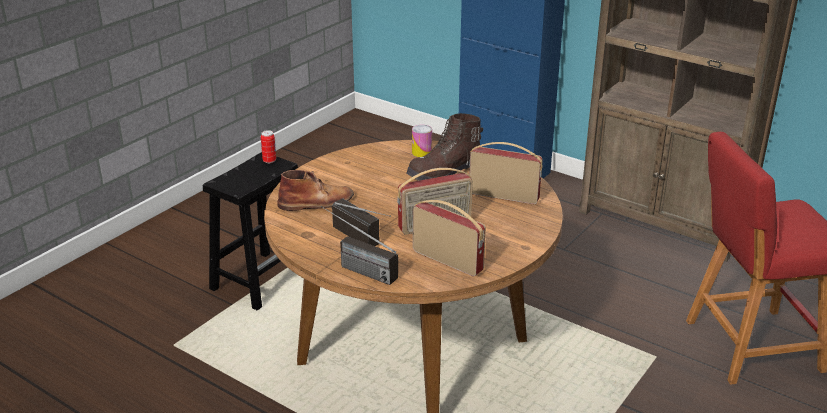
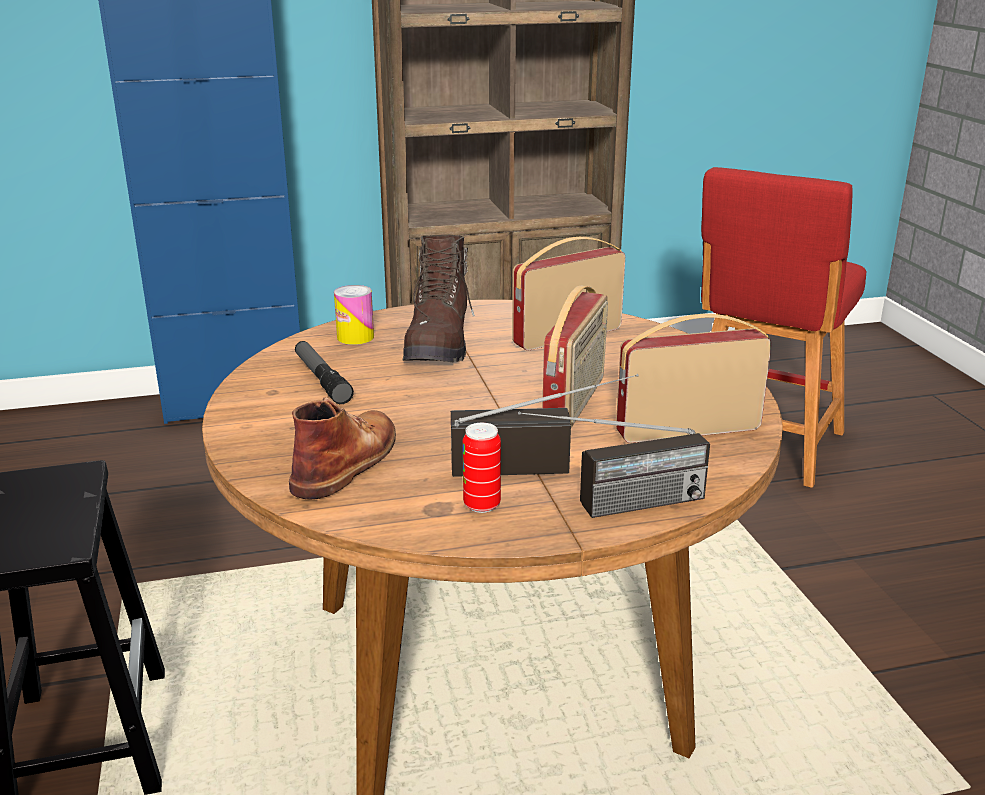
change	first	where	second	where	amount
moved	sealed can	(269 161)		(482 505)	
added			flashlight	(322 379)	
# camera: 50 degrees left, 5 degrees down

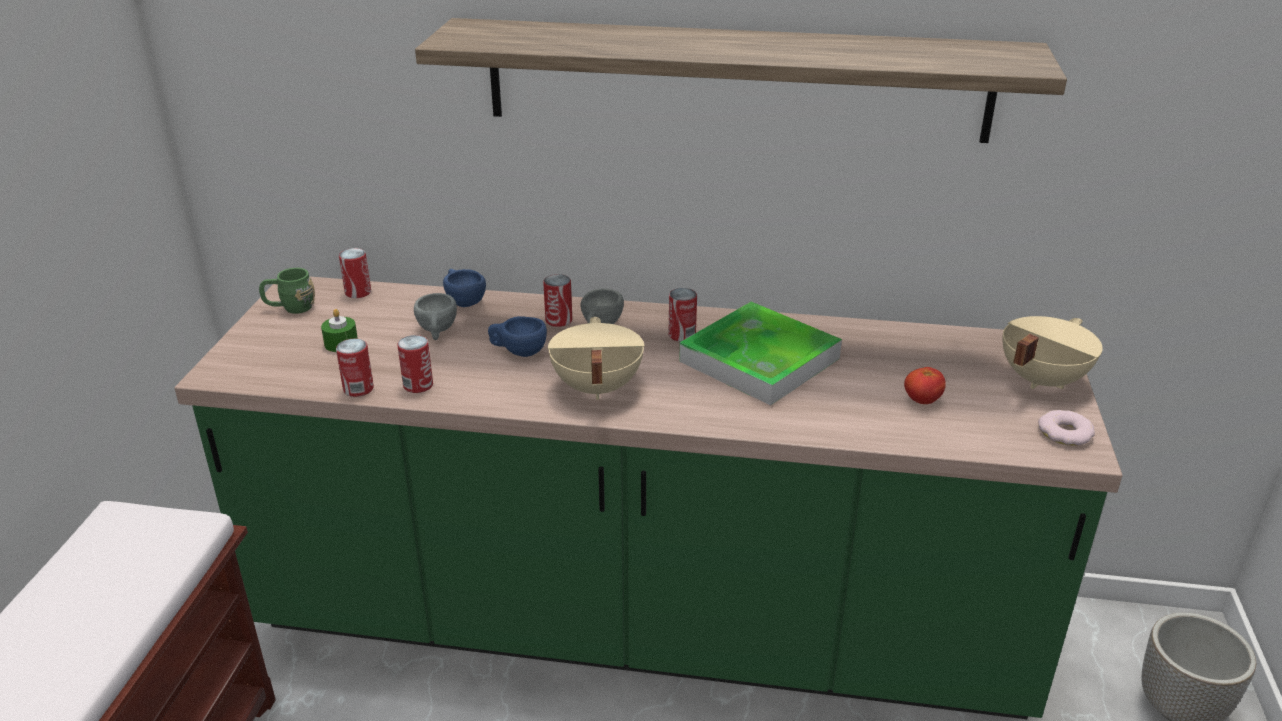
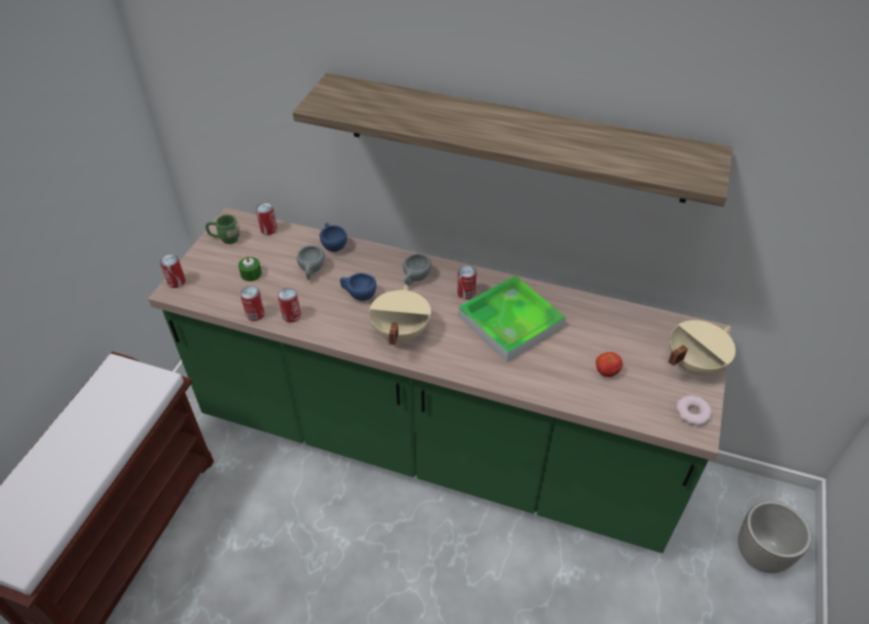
change	first	where	second	where	amount
moved	sealed can	(559 320)		(176 282)	
# camera: 10 degrees right, 15 degrees up

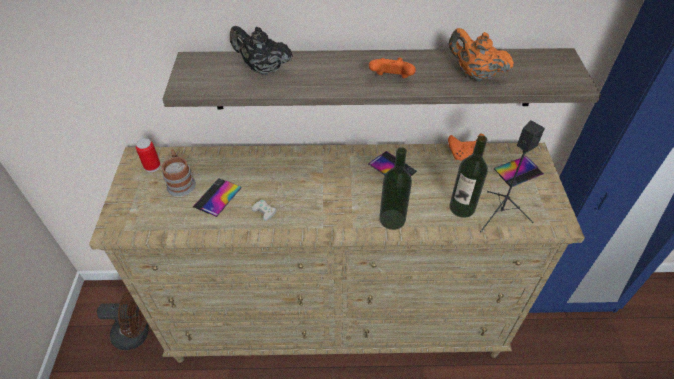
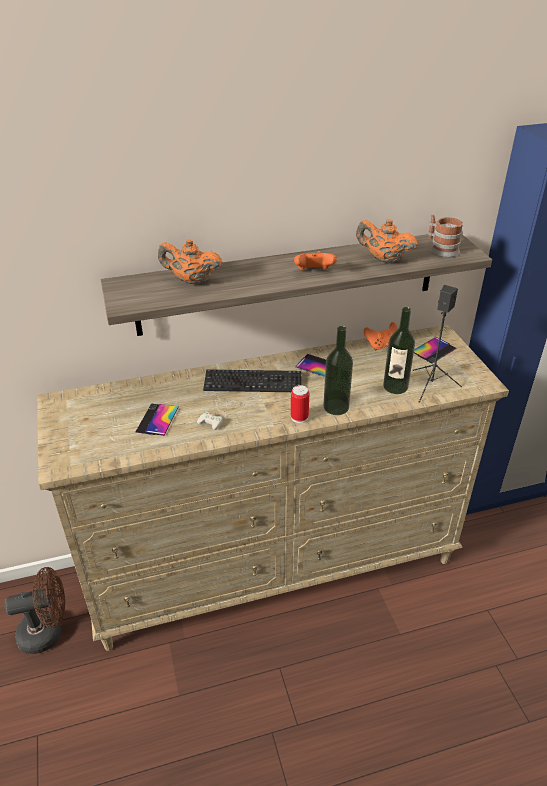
change	first	where	second	where	amount
recoloured	black-coloured teapot	(262 69)	orange teapot	(191 281)	
moved	sealed can	(152 166)		(299 417)	
moved	mug	(181 182)		(441 249)	
added			keyboard	(253 383)	
# camera: 15 degrees left, 10 degrees down

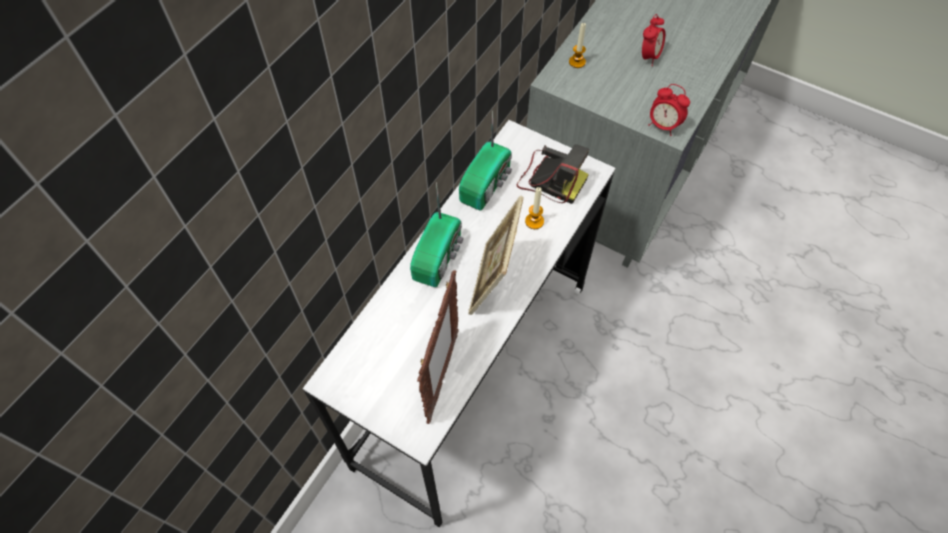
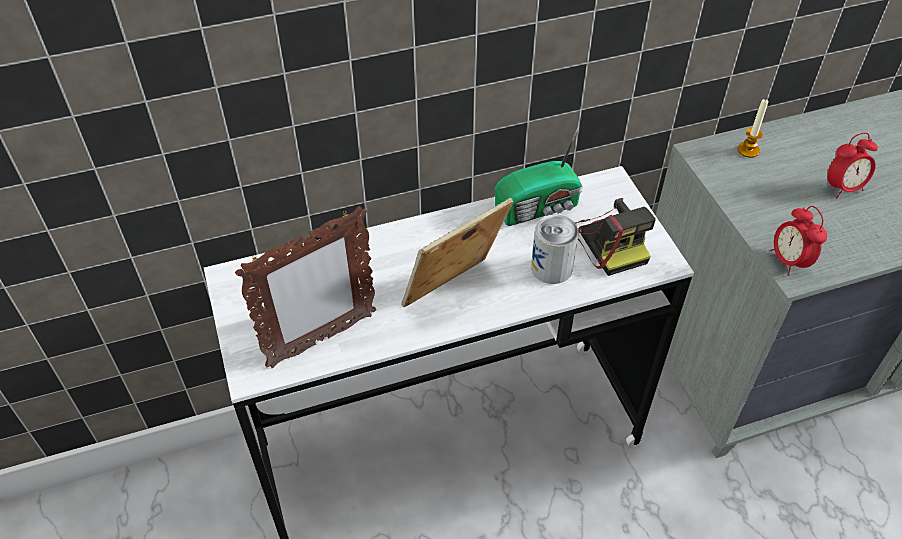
change	first	where	second	where	amount
removed	radio set	(439 256)			
replaced	candle	(534 221)	sealed can	(551 268)	
# camera: 40 degrees right, 10 degrees down

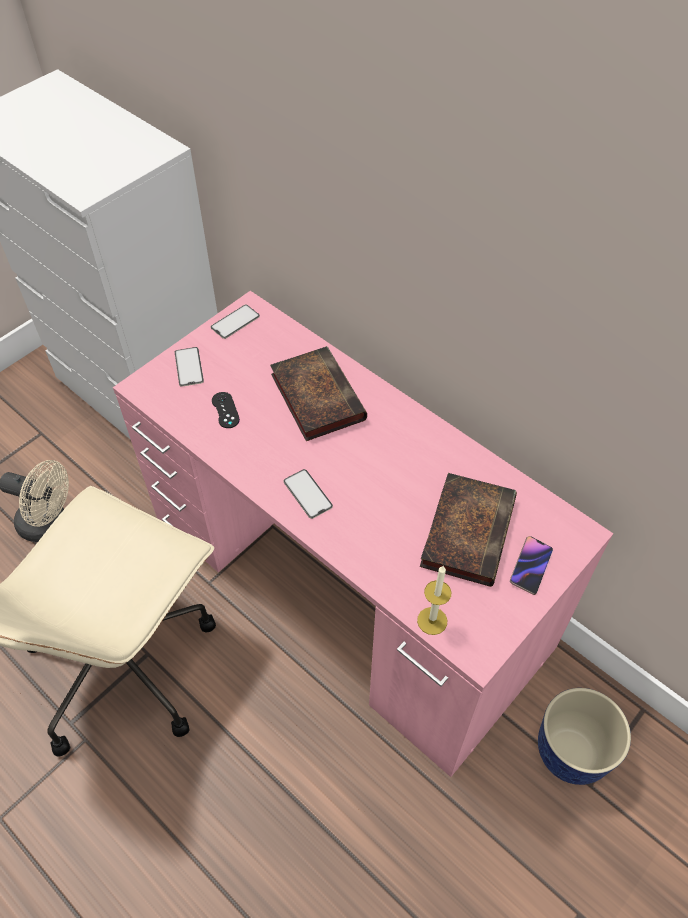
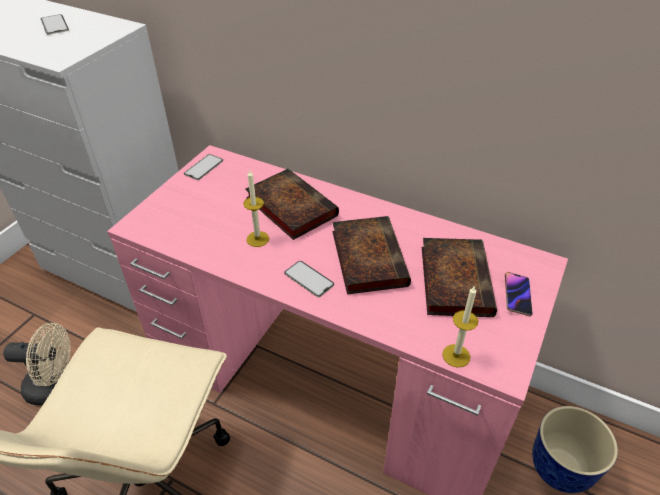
change	first	where	second	where	amount
moved	telephone	(189 367)		(54 25)	
removed	black-coloured game controller	(225 410)			
added			candle	(257 239)	
added			bound book	(367 257)	
# camera: 15 degrees left, 10 degrees down

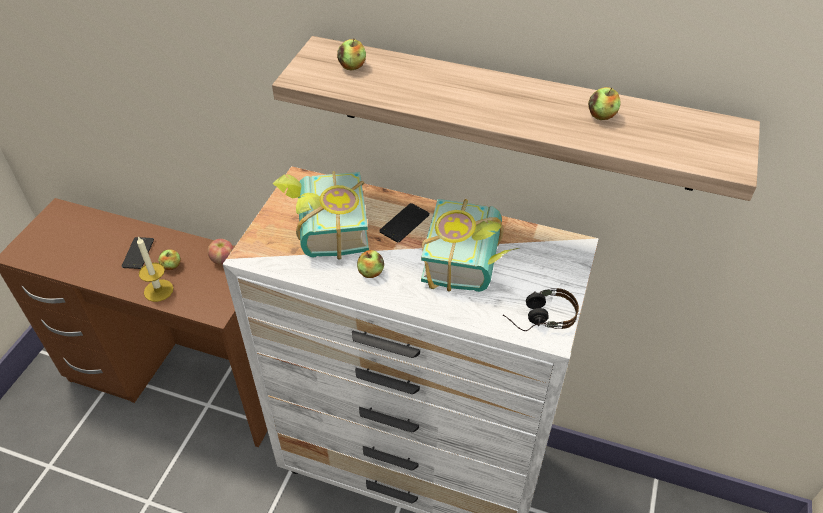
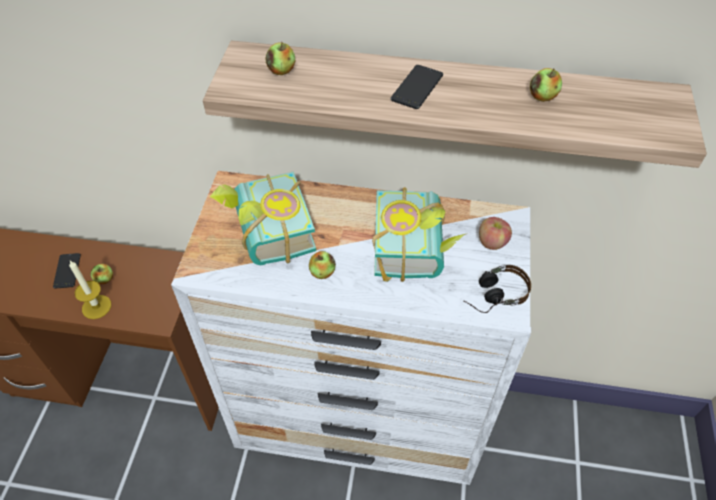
change	first	where	second	where	amount
moved	telephone	(404 223)		(417 87)	
moved	apple fruit	(223 259)		(492 242)	
# camera: 10 degrees left, 5 degrees up

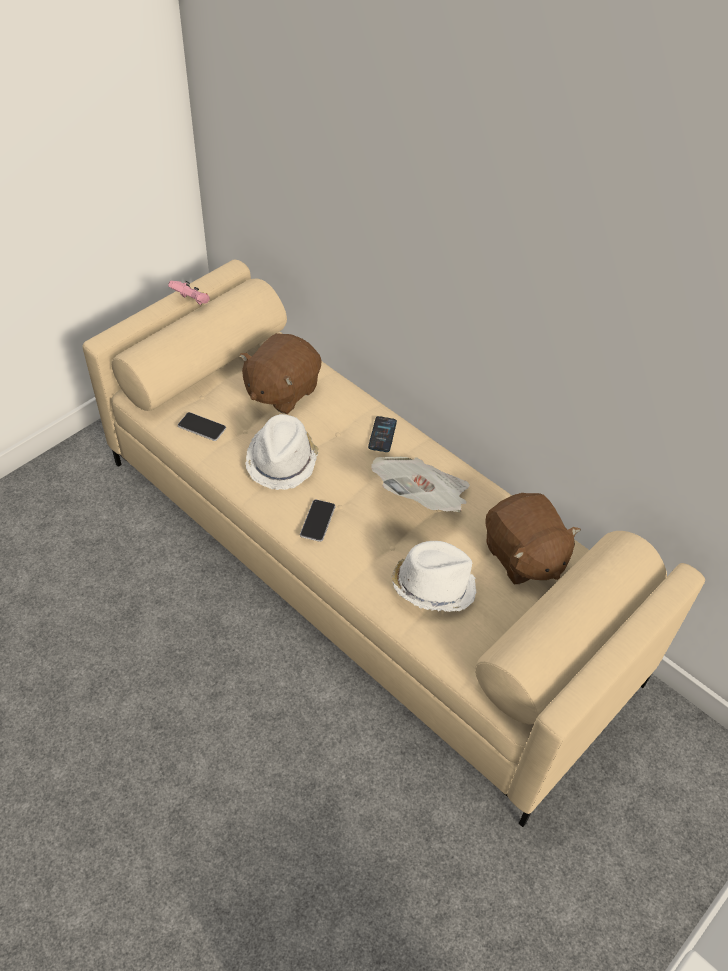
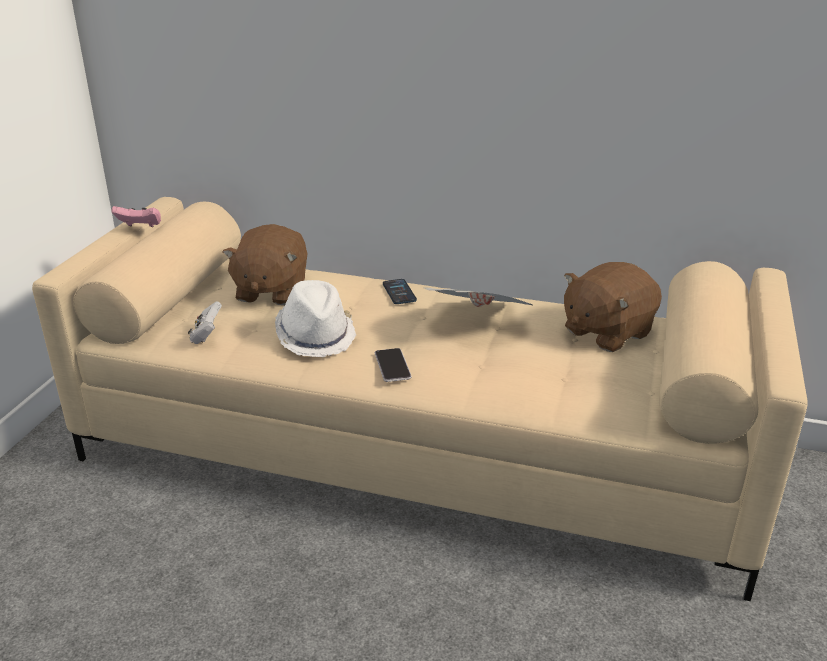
change	first	where	second	where	amount
replaced	telephone	(202 427)	white-coloured game controller	(206 336)	
turned	brown-coloured cuddly toy	(523 556)		(606 332)	105 degrees clockwise
removed	white-coloured hat	(433 585)			
# camera: 25 degrees left, 20 degrees down

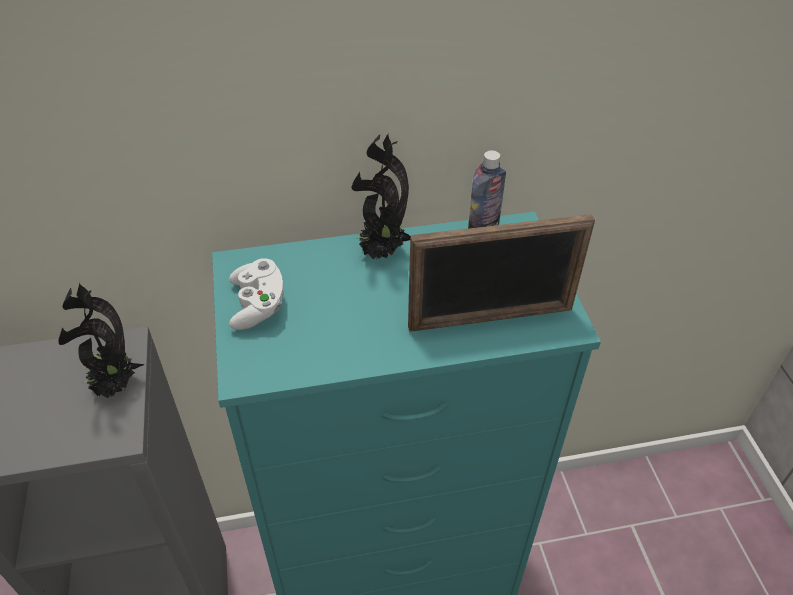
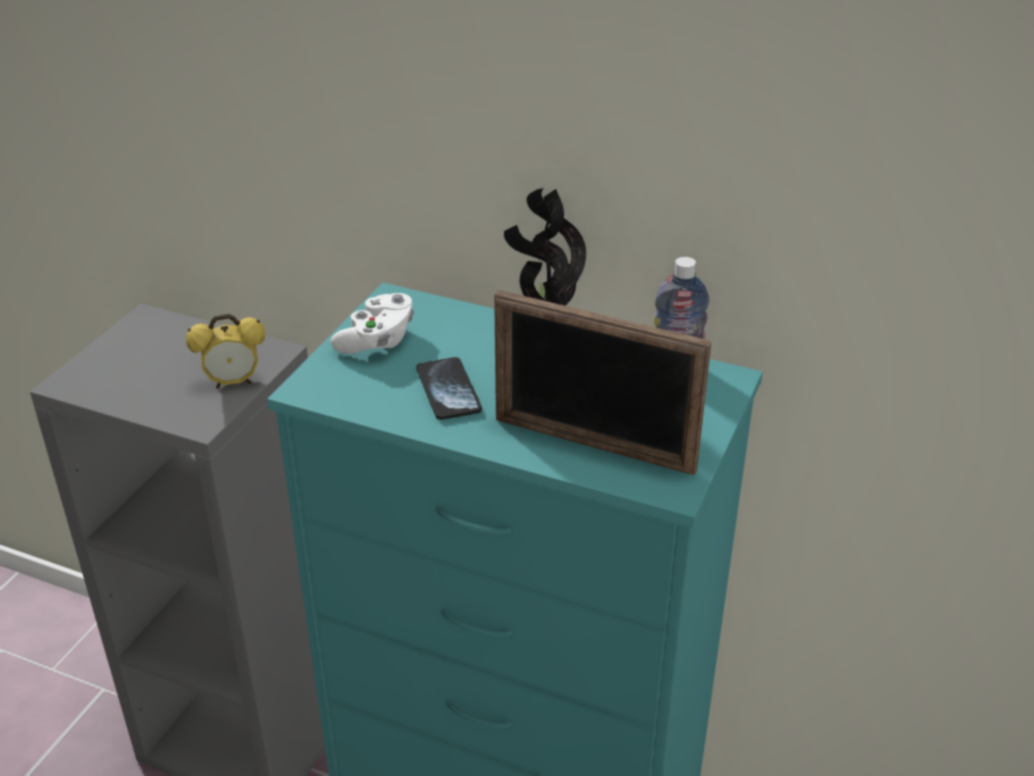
change	first	where	second	where	amount
replaced	potted plant	(115 387)	bedside clock	(233 383)	
added			telephone	(448 390)	
# camera: 35 degrees right, 10 degrees down

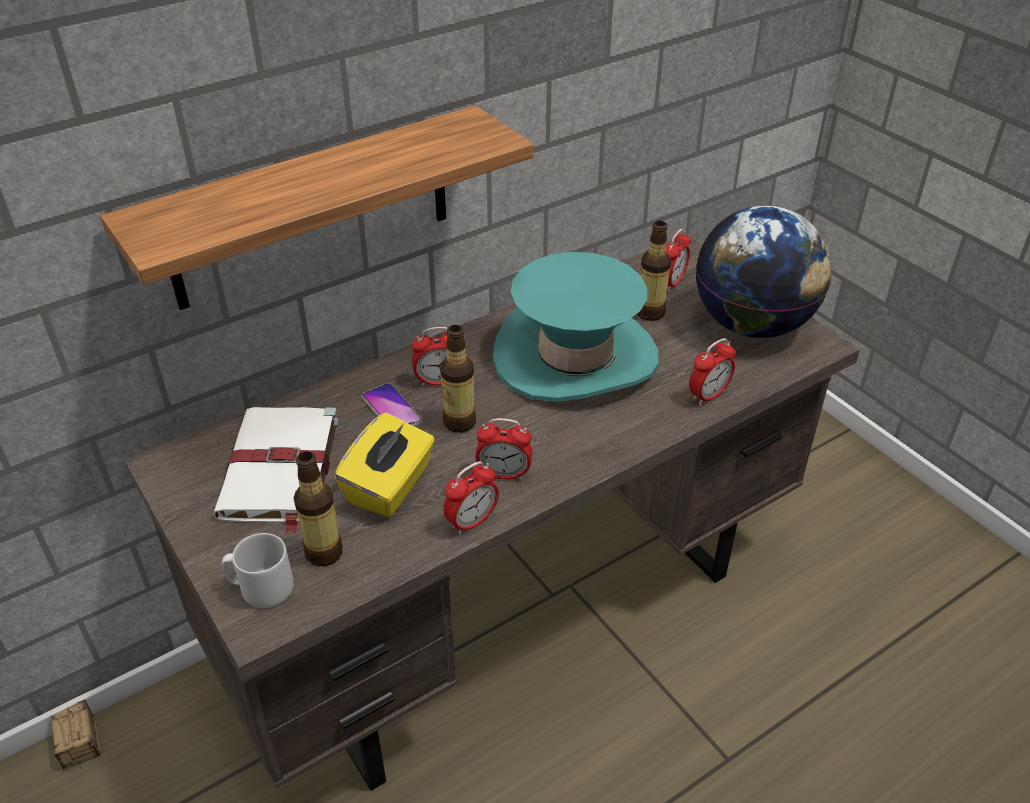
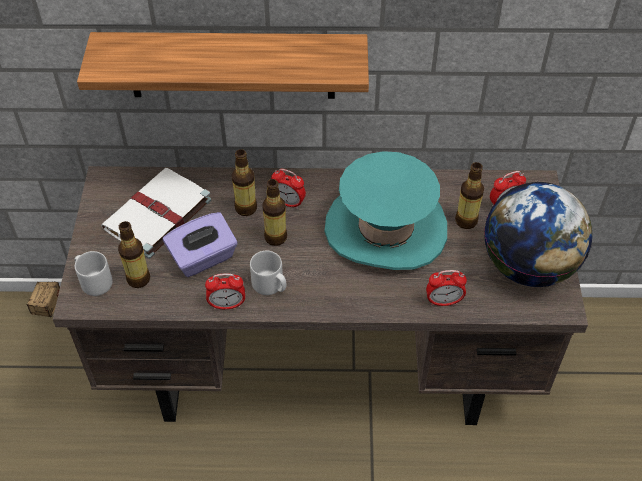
change	first	where	second	where	amount
replaced	telephone	(392 409)	drink bottle	(246 208)	
recoloured	yellow-coloured tissue holder	(390 486)	purple-coloured tissue holder	(203 258)	
replaced	bedside clock	(504 474)	greyish mug	(270 285)	
# camera: 35 degrees right, 10 degrees up

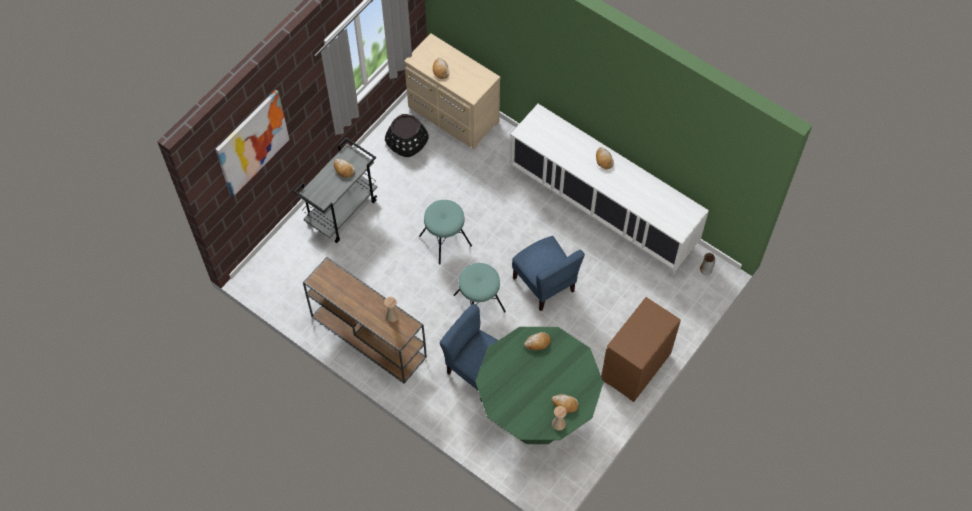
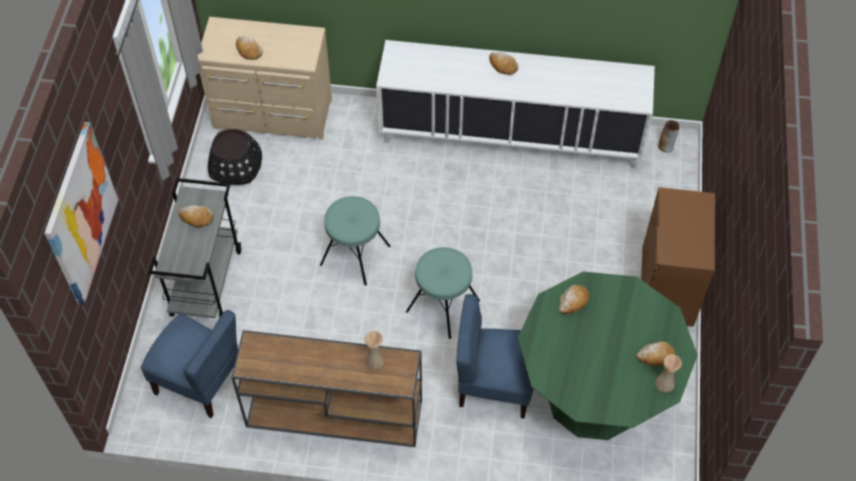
change	first	where	second	where	amount
moved	bluish chair	(544 284)		(200 381)	
# camera: 30 degrees left, 5 degrees down

